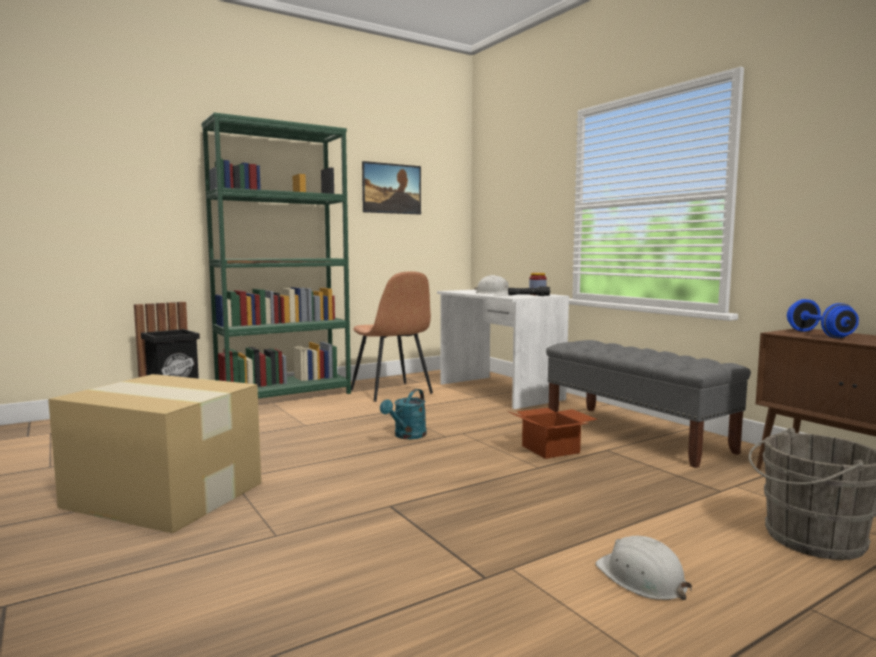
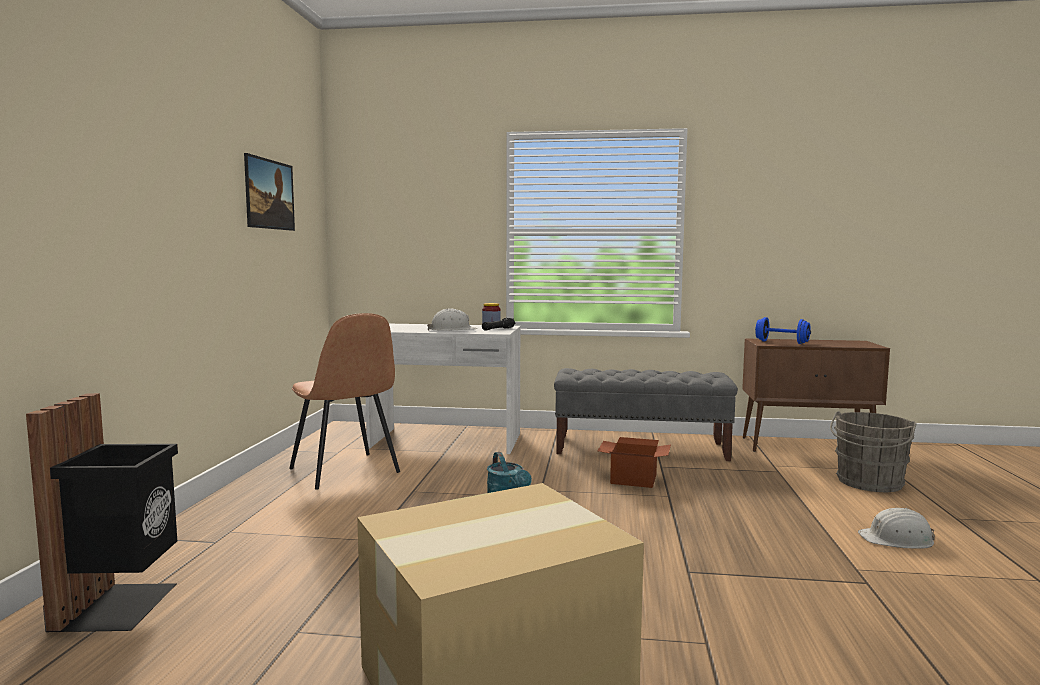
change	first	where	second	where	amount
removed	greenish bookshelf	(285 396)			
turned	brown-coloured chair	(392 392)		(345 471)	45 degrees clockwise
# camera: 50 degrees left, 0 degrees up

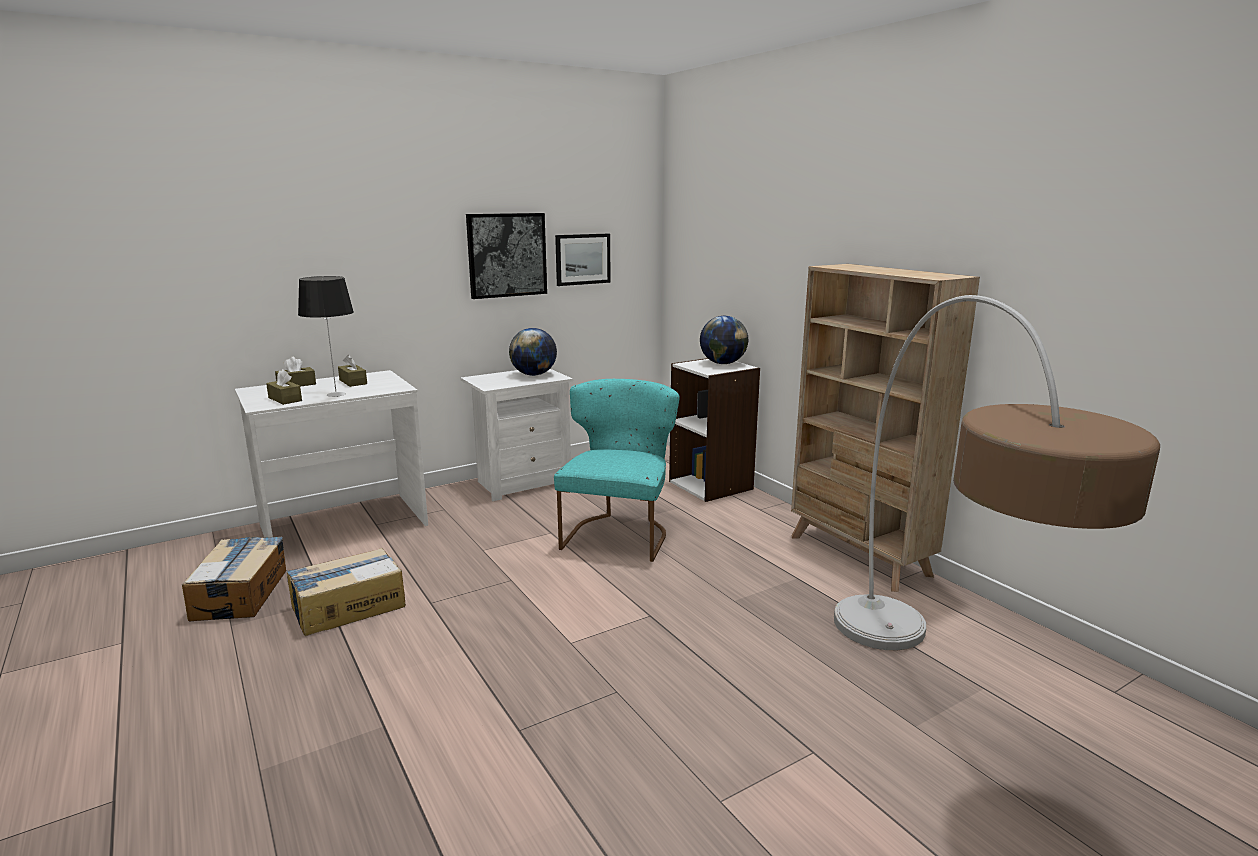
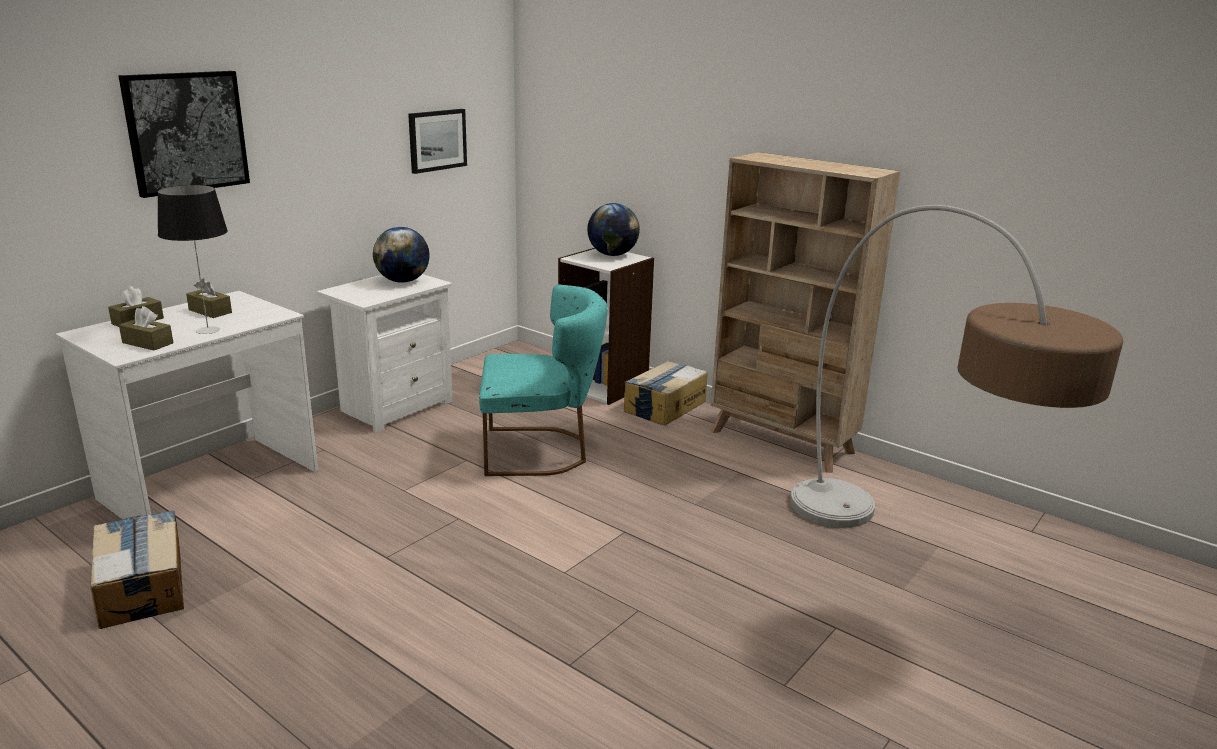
change	first	where	second	where	amount
moved	wall art	(507 255)		(186 132)	
turned	turquoise-coloured chair	(619 533)		(541 451)	90 degrees clockwise
moved	packing box	(347 606)		(664 406)	
# camera: 20 degrees left, 5 degrees up

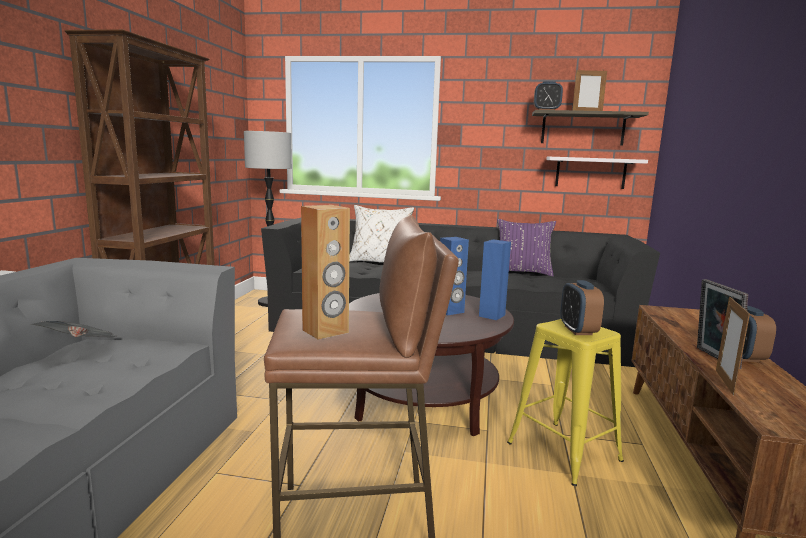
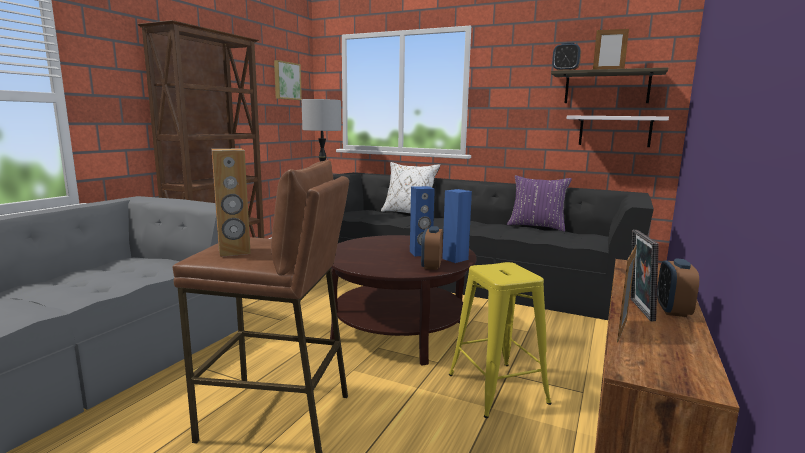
change	first	where	second	where	amount
moved	bedside clock	(578 330)		(431 266)	
removed	daily paper	(82 349)			
added			wall art	(286 81)	
# camera: 15 degrees right, 0 degrees up

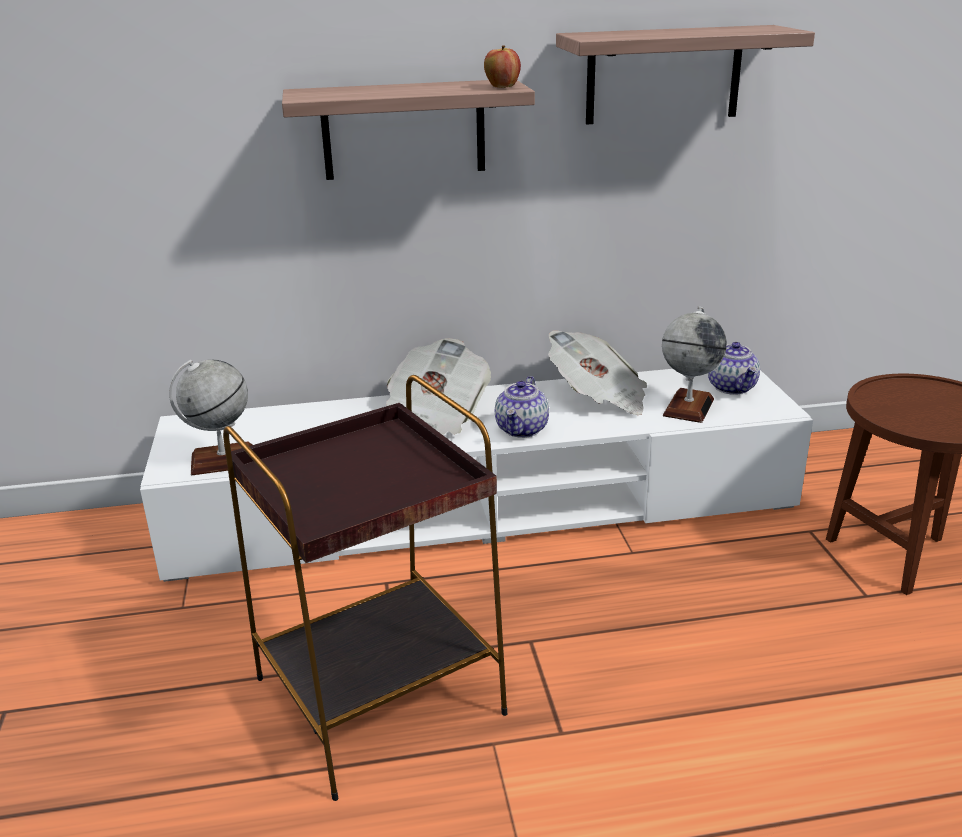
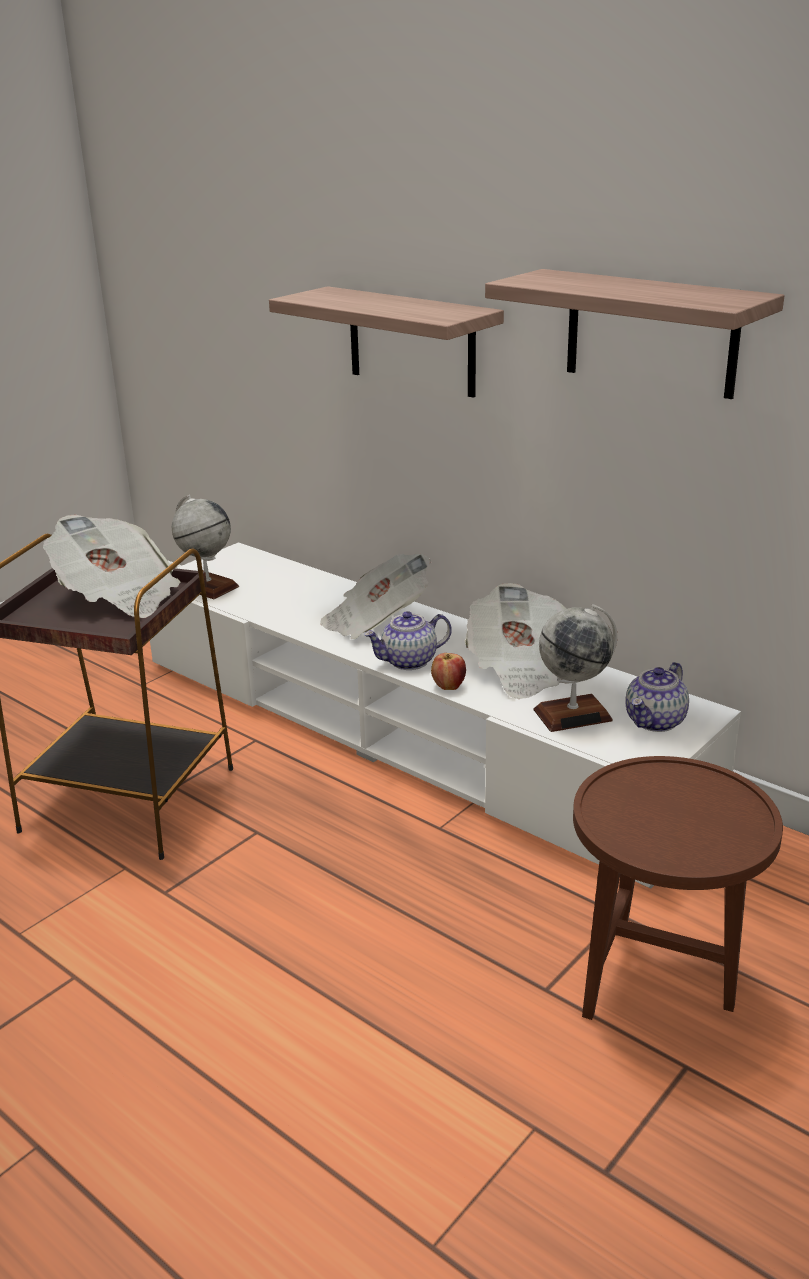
change	first	where	second	where	amount
moved	apple fruit	(502 87)		(448 686)	
added			daily paper	(118 596)	
# camera: 50 degrees right, 0 degrees up

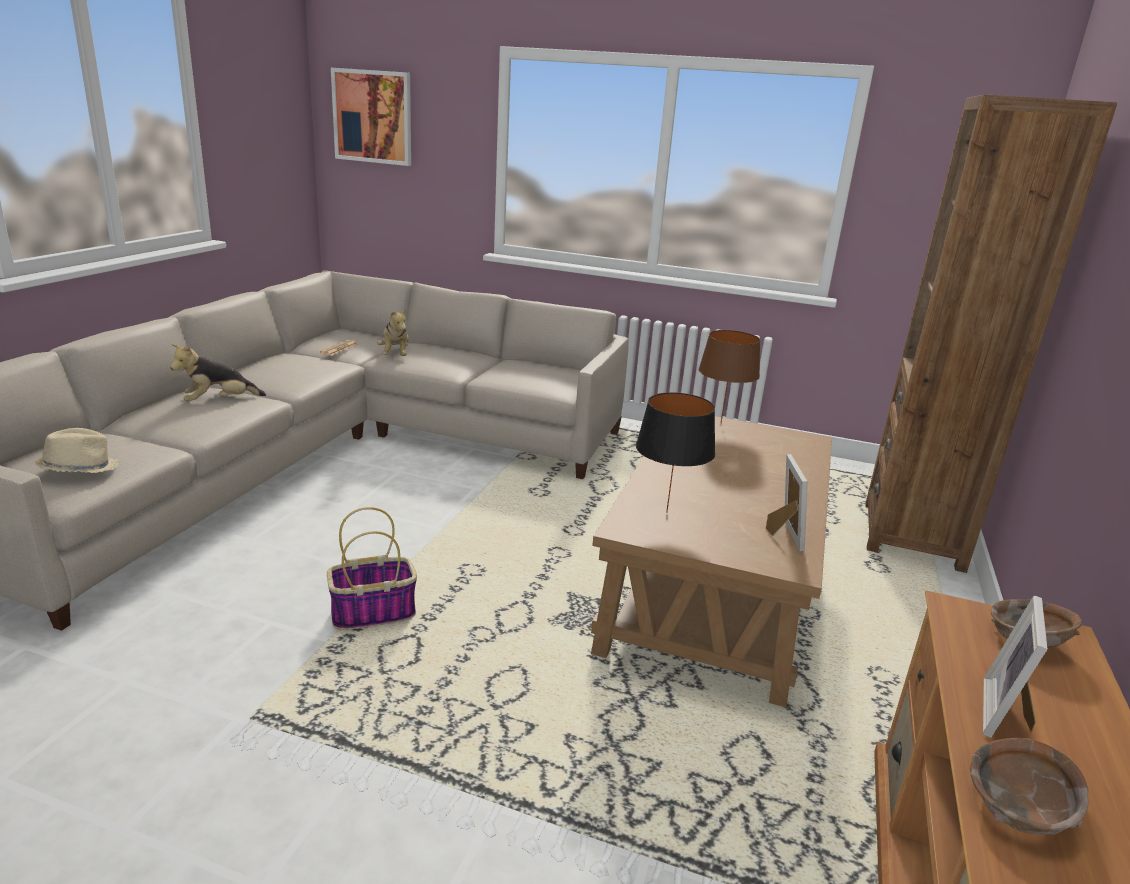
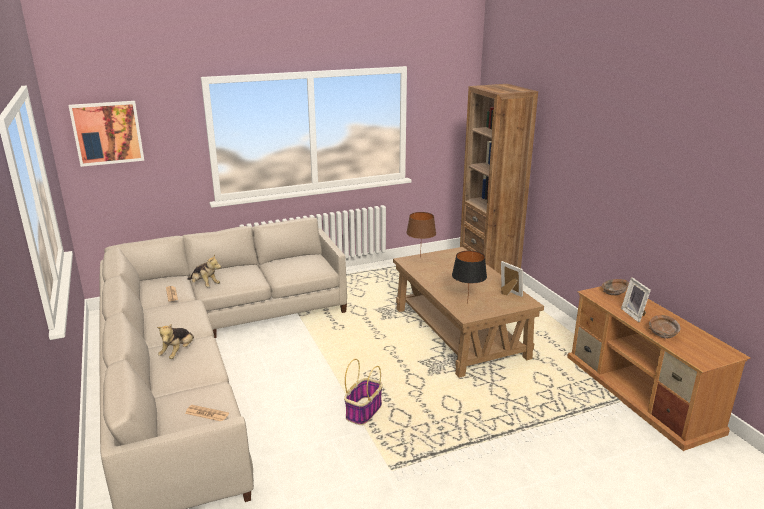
change	first	where	second	where	amount
replaced	sand-coloured hat	(79 469)	daily paper	(207 413)	
# camera: 40 degrees left, 0 degrees up

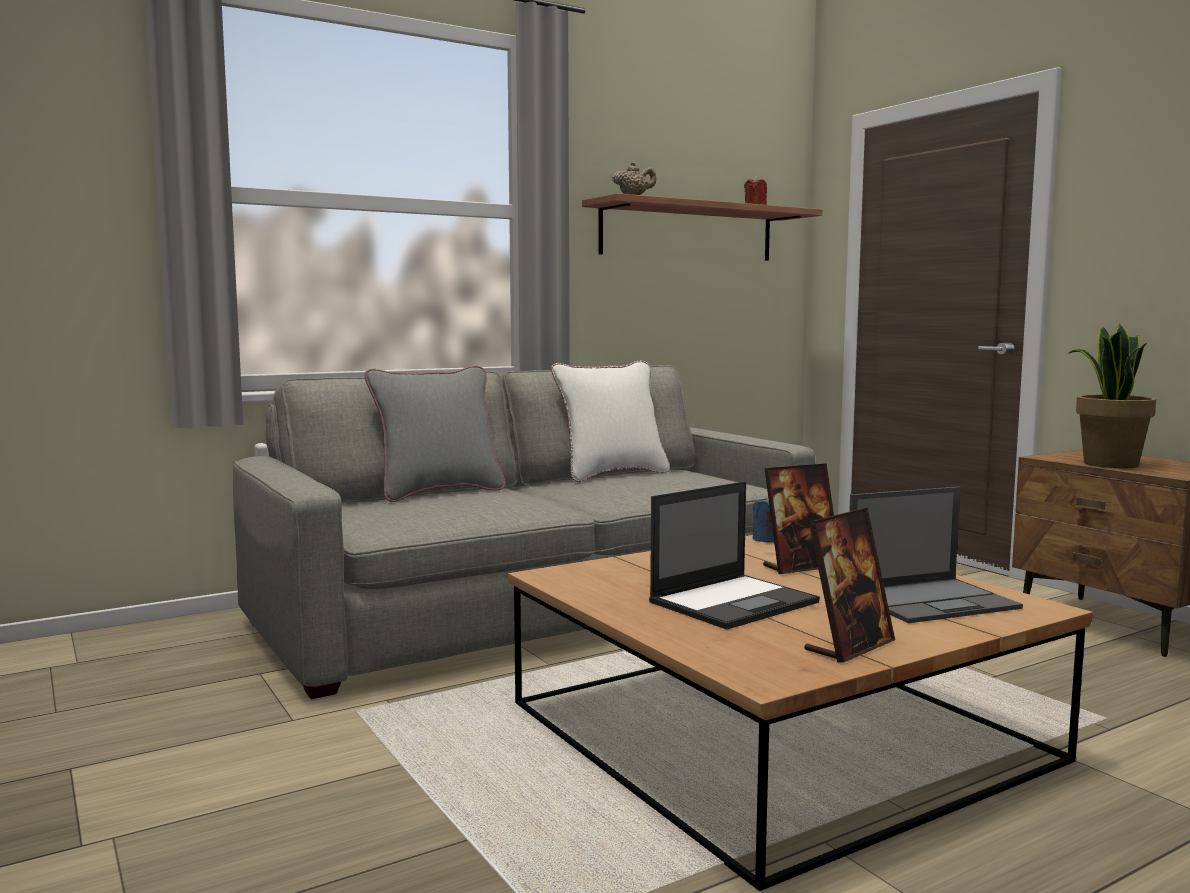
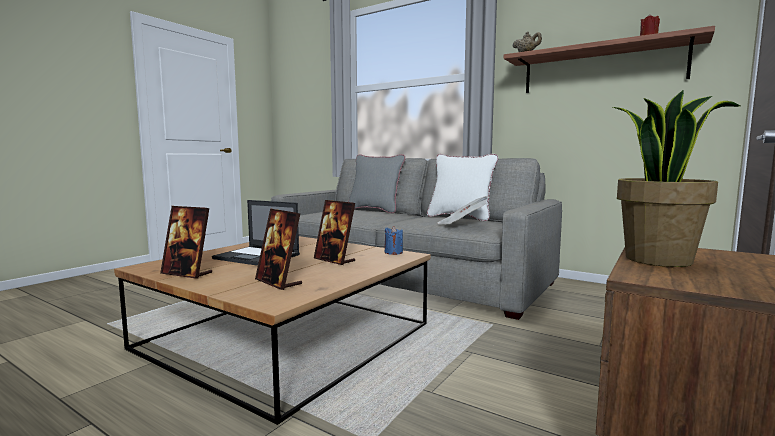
change	first	where	second	where	amount
replaced	notebook computer	(933 600)	standing frame	(278 282)	
added			daily paper	(462 224)	
# camera: 65 degrees right, 0 degrees up

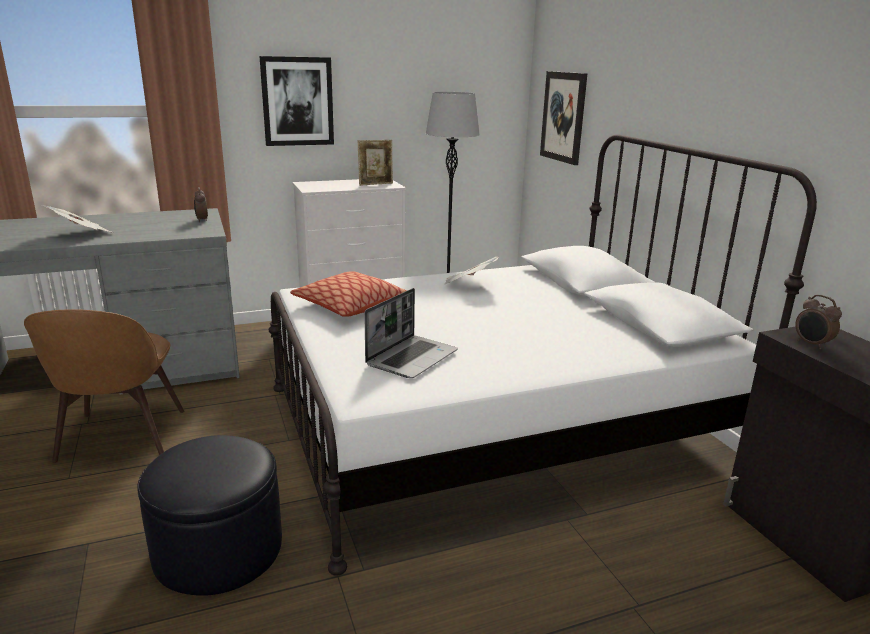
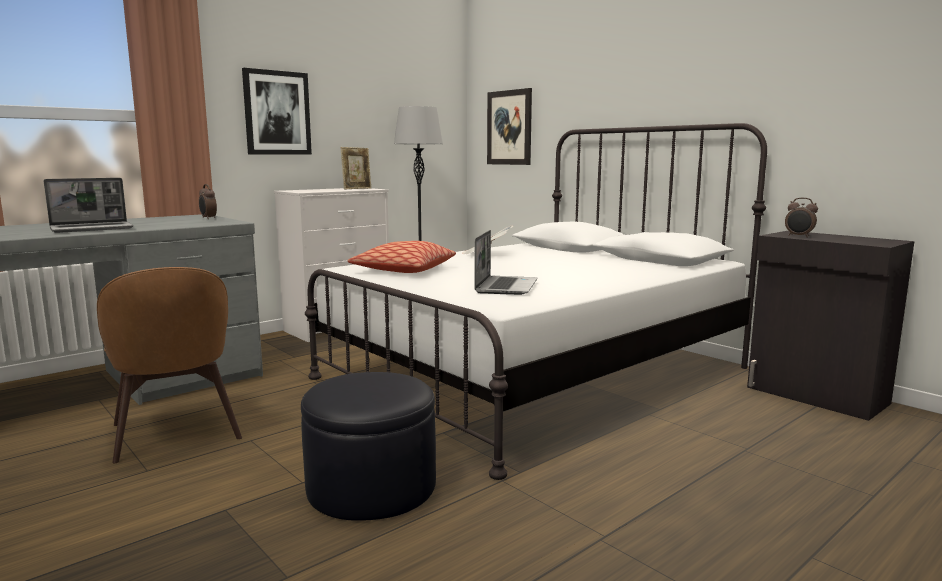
change	first	where	second	where	amount
replaced	daily paper	(82 234)	notebook computer	(93 229)	
# camera: 20 degrees left, 10 degrees down

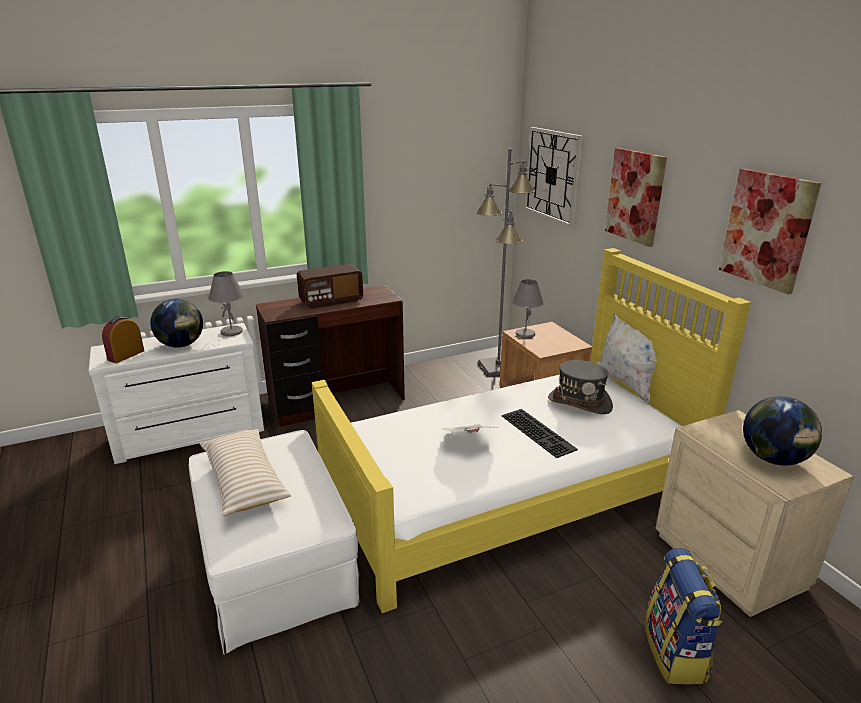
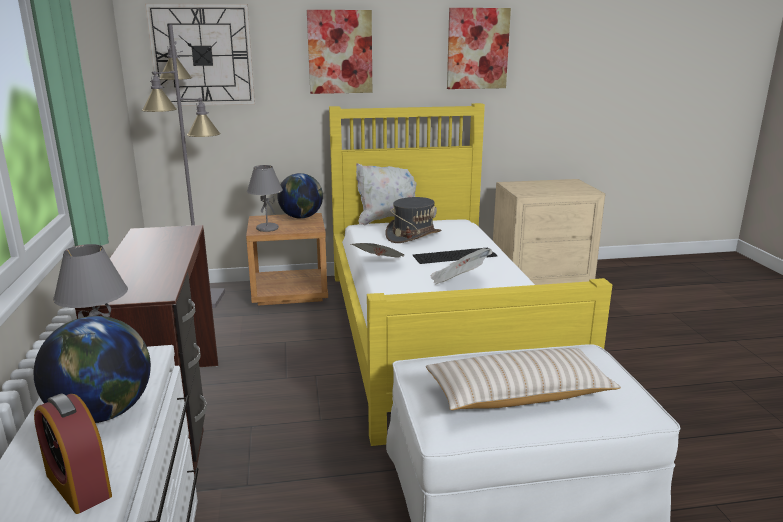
change	first	where	second	where	amount
removed	radio set	(331 301)			
moved	globe	(773 459)		(301 217)	
removed	knapsack	(676 653)			
added			daily paper	(380 265)	
# camera: 75 degrees left, 5 degrees down

